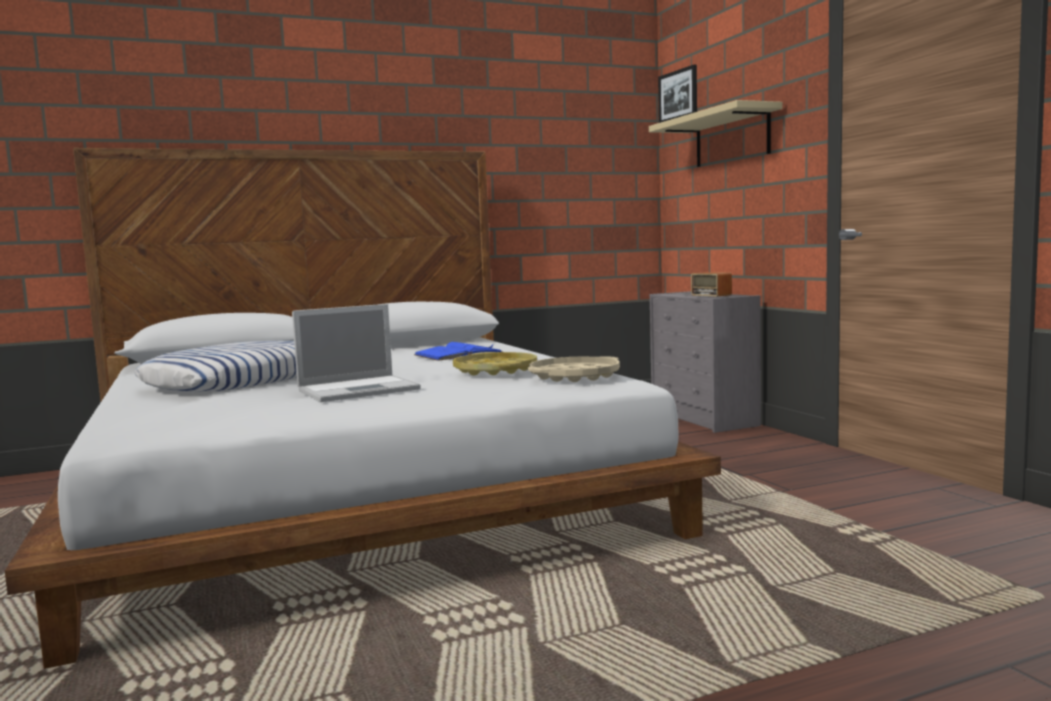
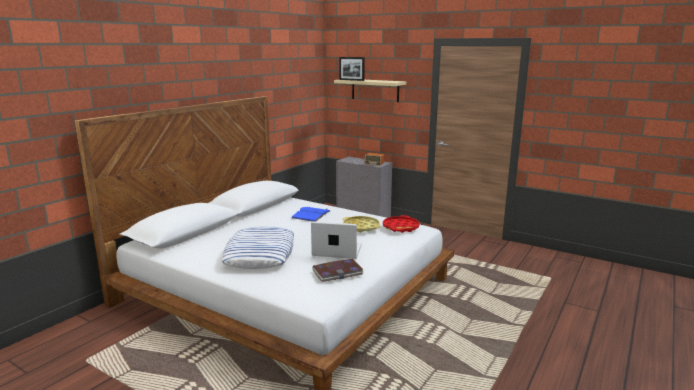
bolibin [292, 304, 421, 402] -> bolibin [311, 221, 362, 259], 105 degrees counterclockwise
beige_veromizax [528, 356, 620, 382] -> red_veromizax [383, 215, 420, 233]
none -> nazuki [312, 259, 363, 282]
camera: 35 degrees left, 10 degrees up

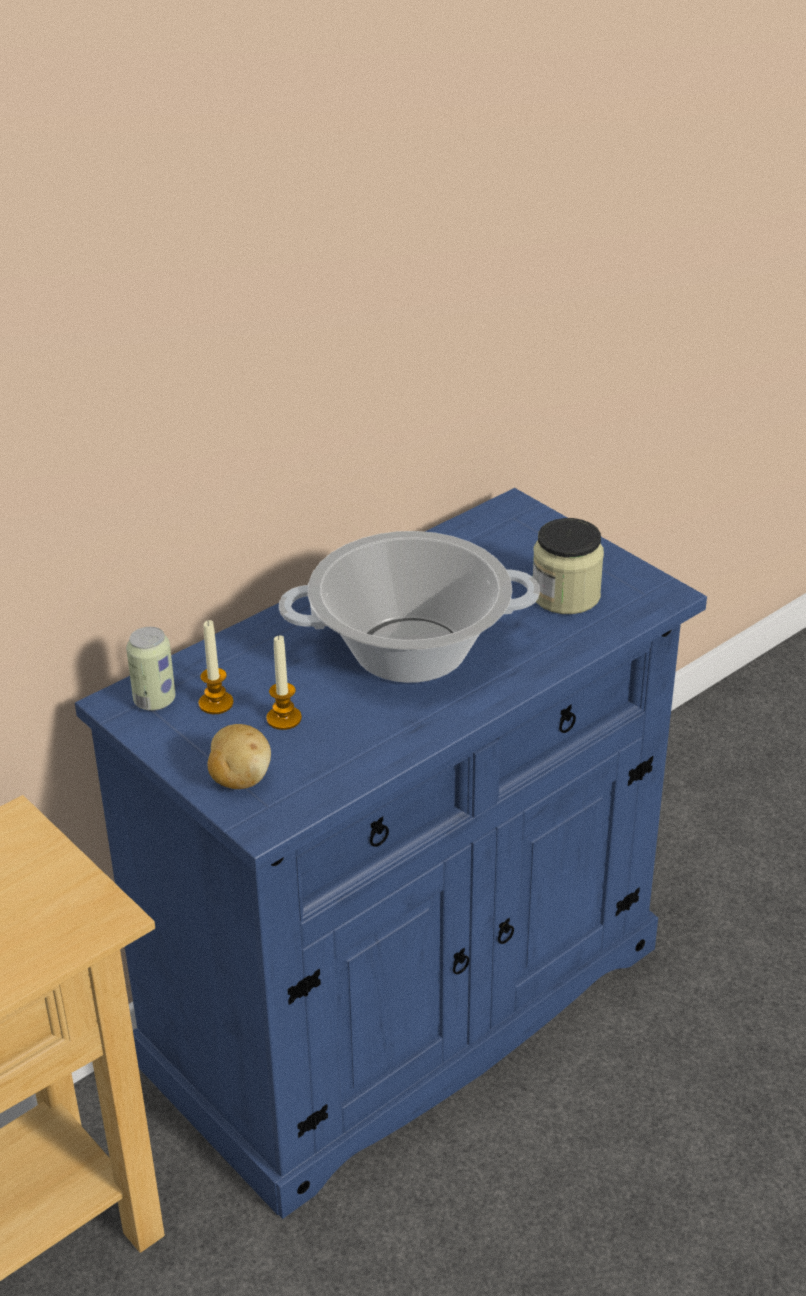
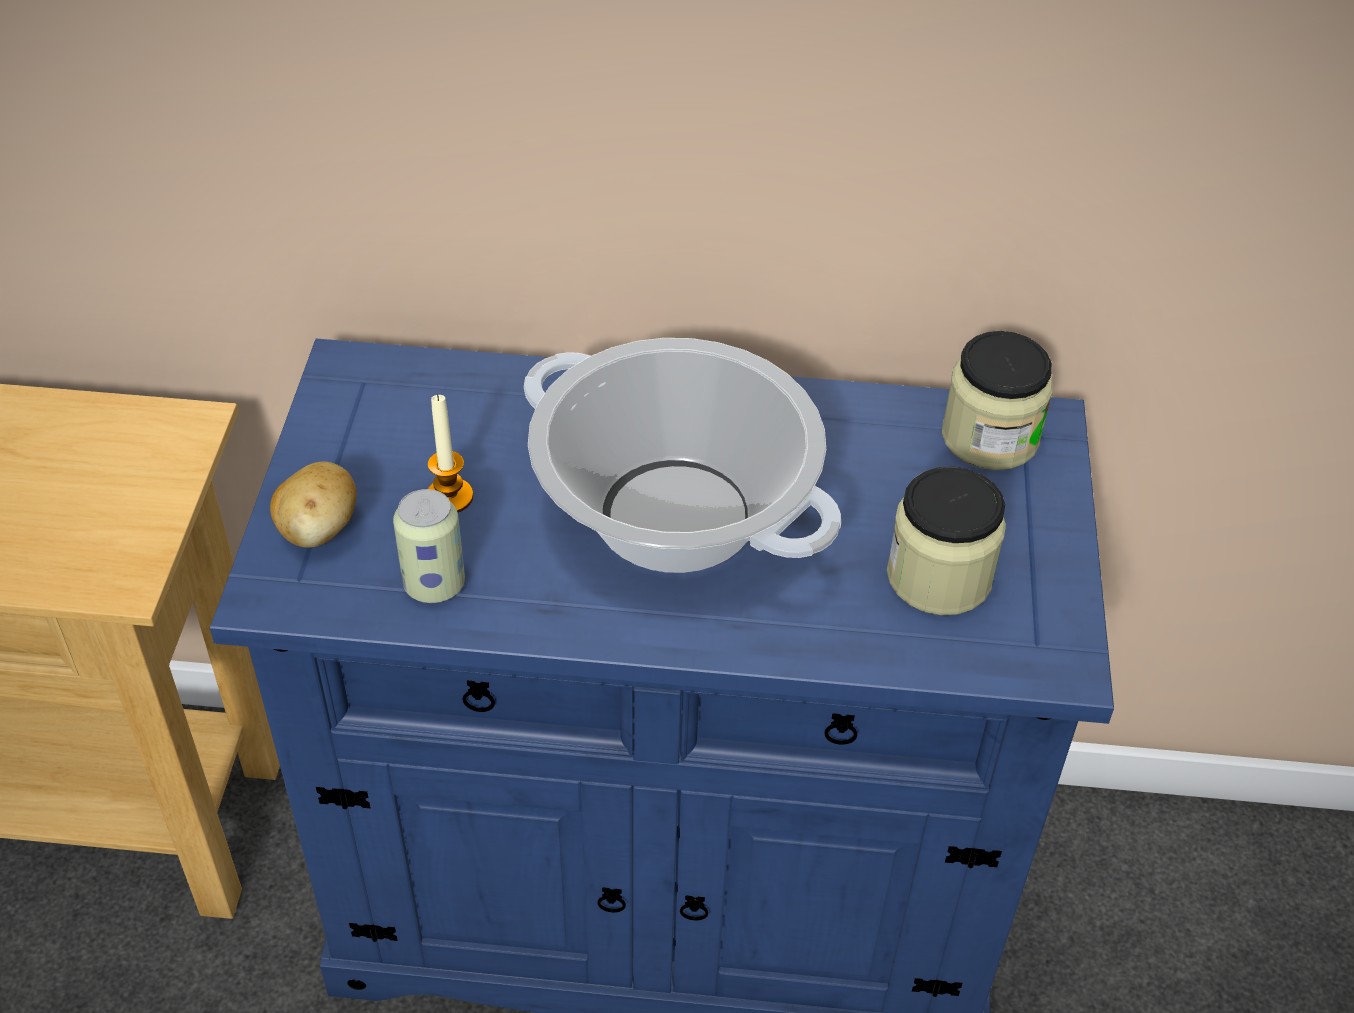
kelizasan [126, 627, 175, 711] -> kelizasan [393, 489, 465, 603], moved
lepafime [199, 620, 234, 714] -> none
none -> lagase [942, 331, 1053, 470]
camera: 45 degrees right, 10 degrees up

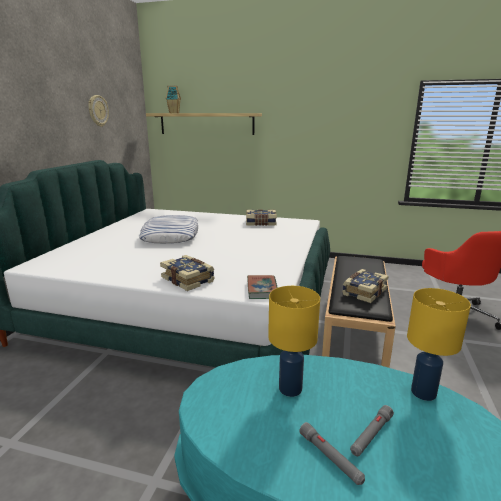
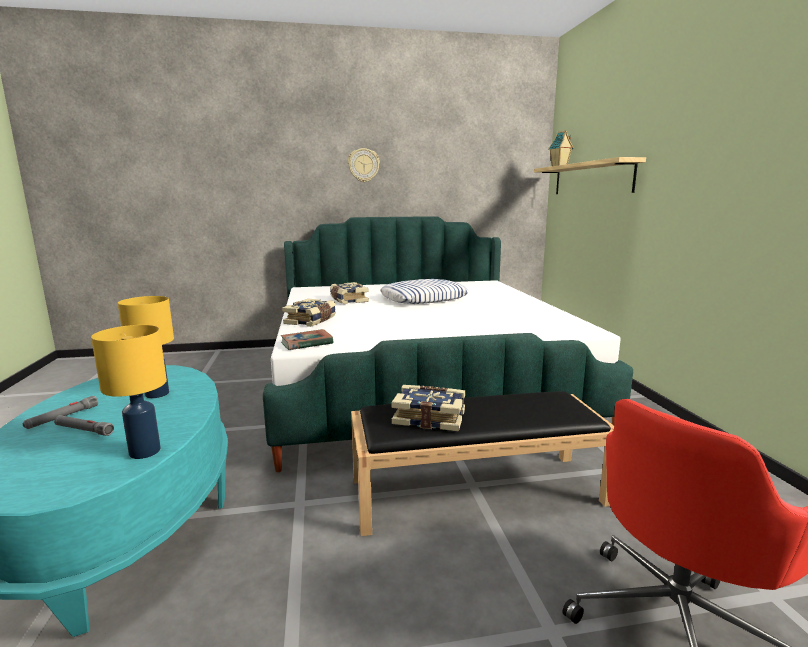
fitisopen [88, 95, 109, 127] -> fitisopen [348, 148, 380, 182], moved
nazuki [246, 209, 277, 226] -> nazuki [330, 282, 369, 304], moved
camera: 65 degrees right, 5 degrees down

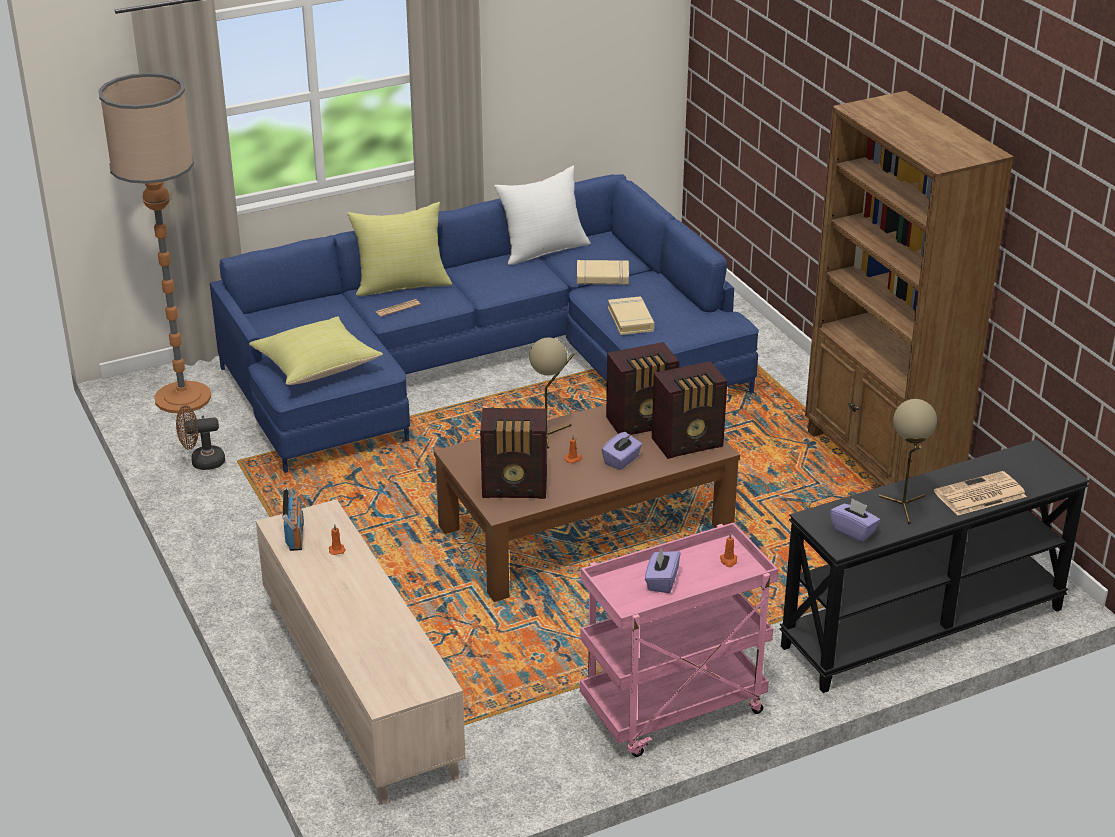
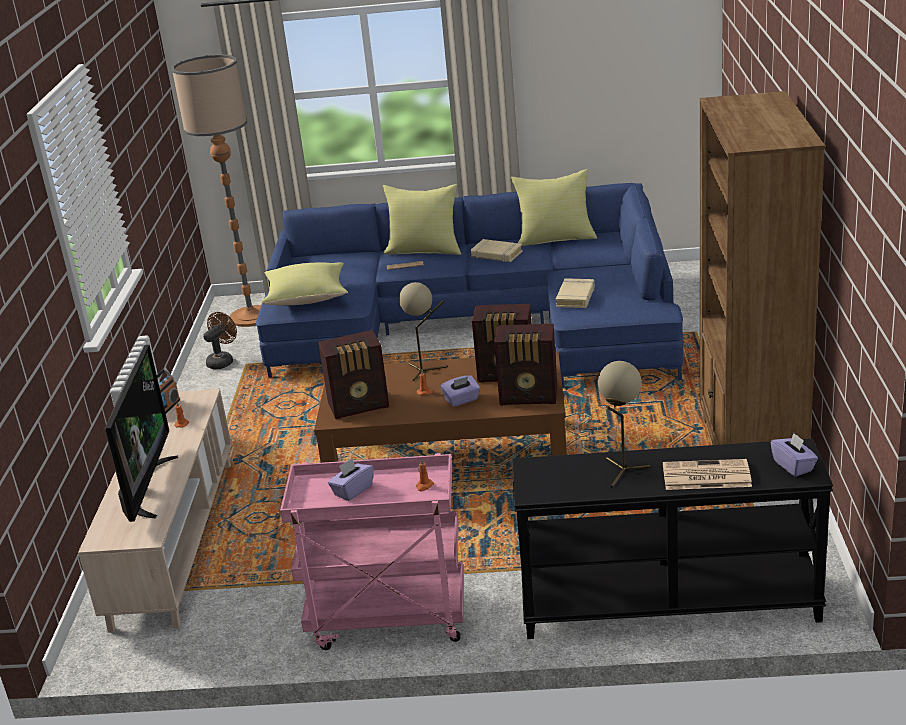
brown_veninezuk [176, 405, 225, 470] -> brown_veninezuk [203, 312, 237, 369], 105 degrees clockwise
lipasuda [480, 408, 547, 499] -> lipasuda [318, 330, 389, 419], 45 degrees counterclockwise
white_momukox [494, 166, 591, 265] -> yellow_momukox [511, 169, 597, 246]
beige_nazuki [577, 260, 629, 285] -> beige_nazuki [471, 239, 523, 262], moved
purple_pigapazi [830, 498, 880, 542] -> purple_pigapazi [770, 432, 818, 477], moved
none -> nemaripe [105, 345, 178, 522]
camera: 30 degrees right, 5 degrees down

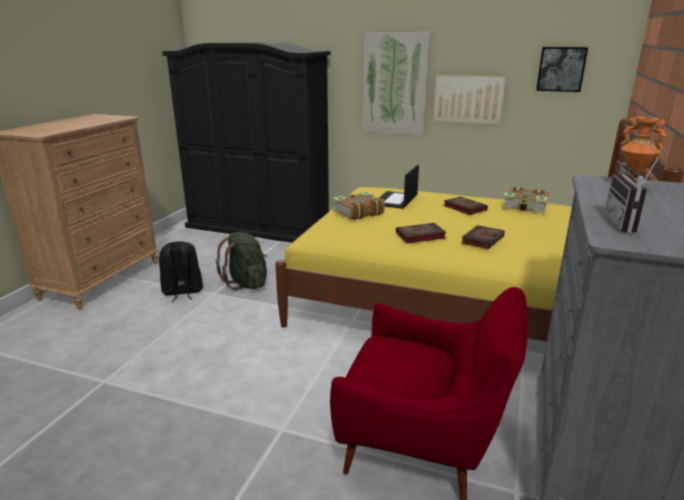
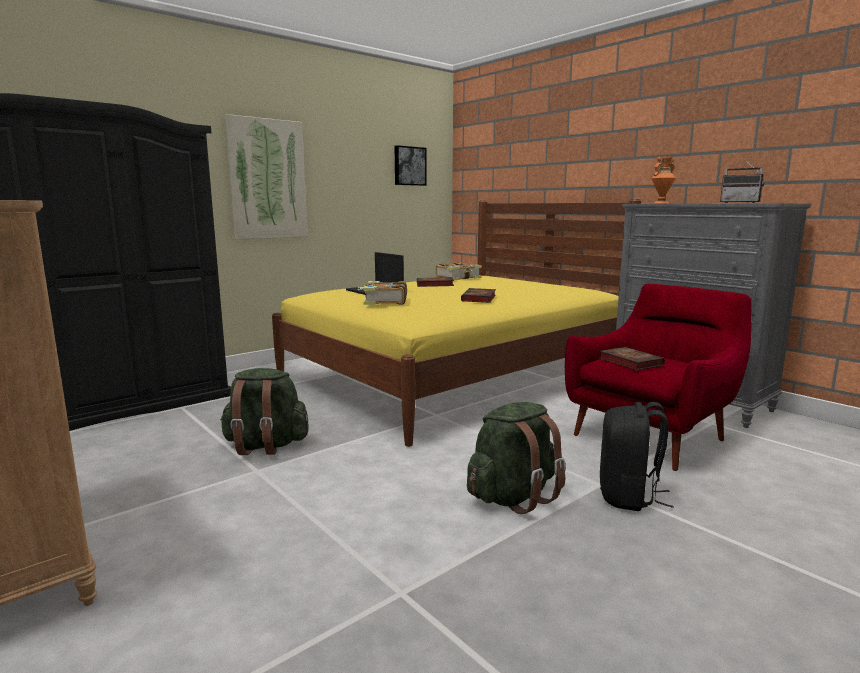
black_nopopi [159, 241, 203, 302] -> black_nopopi [600, 402, 674, 511], moved
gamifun [433, 75, 506, 125] -> none
nazuki [461, 225, 505, 249] -> nazuki [599, 347, 665, 370], moved
none -> green_nopopi [467, 402, 566, 514]
camera: 60 degrees left, 10 degrees down

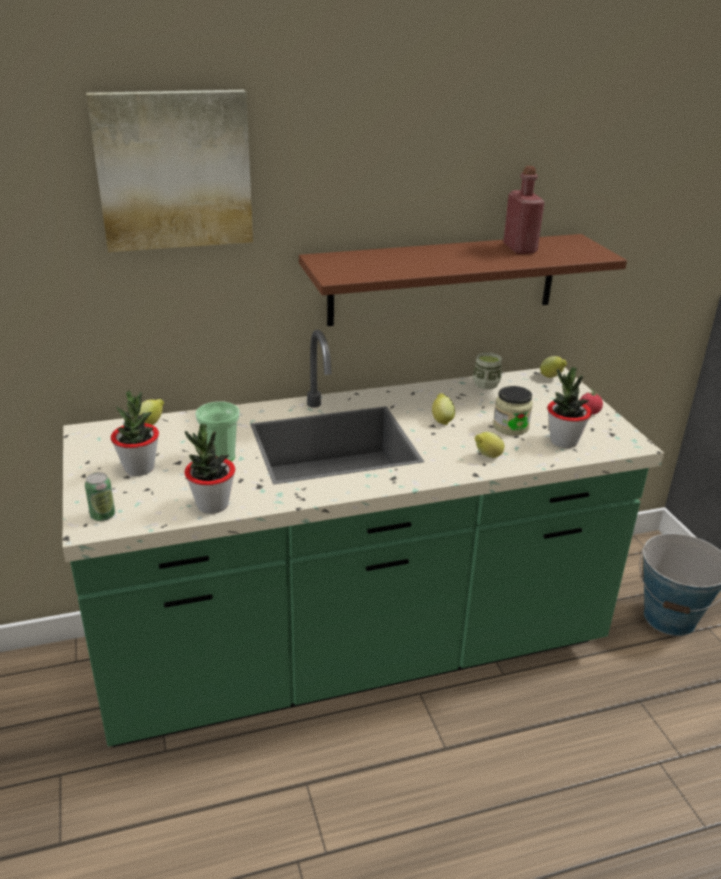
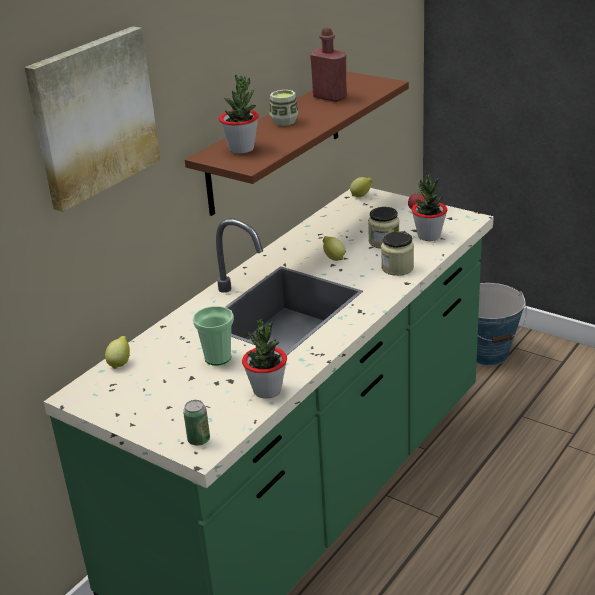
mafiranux [111, 390, 159, 476] -> mafiranux [219, 75, 259, 154], moved
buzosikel [473, 353, 502, 389] -> buzosikel [270, 90, 299, 126], moved
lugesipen [475, 432, 504, 458] -> lagase [381, 231, 414, 276]
camera: 35 degrees left, 0 degrees up

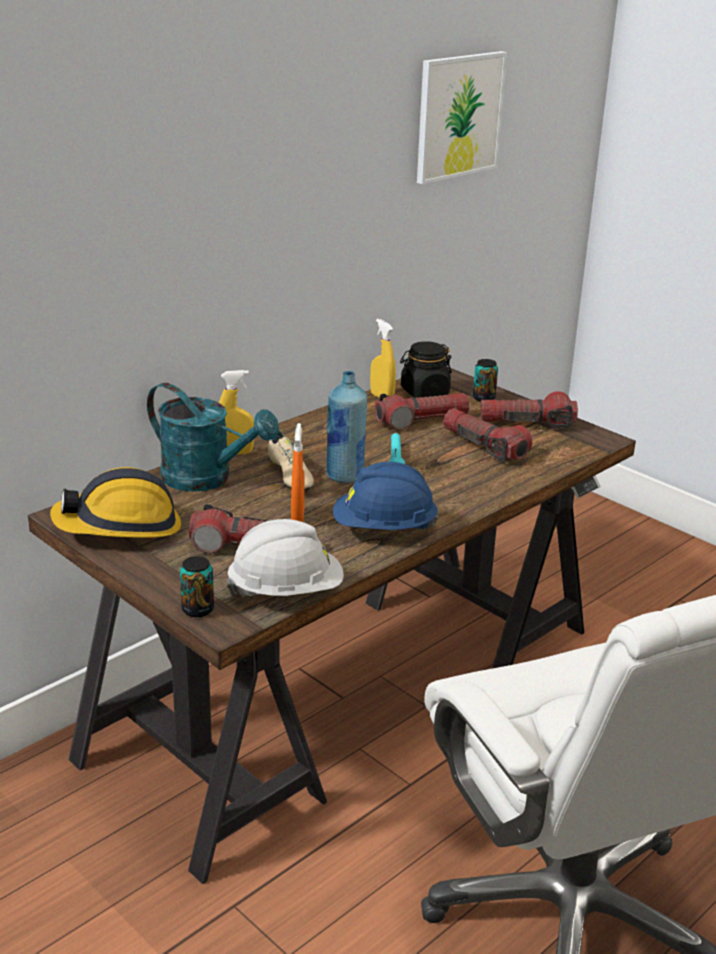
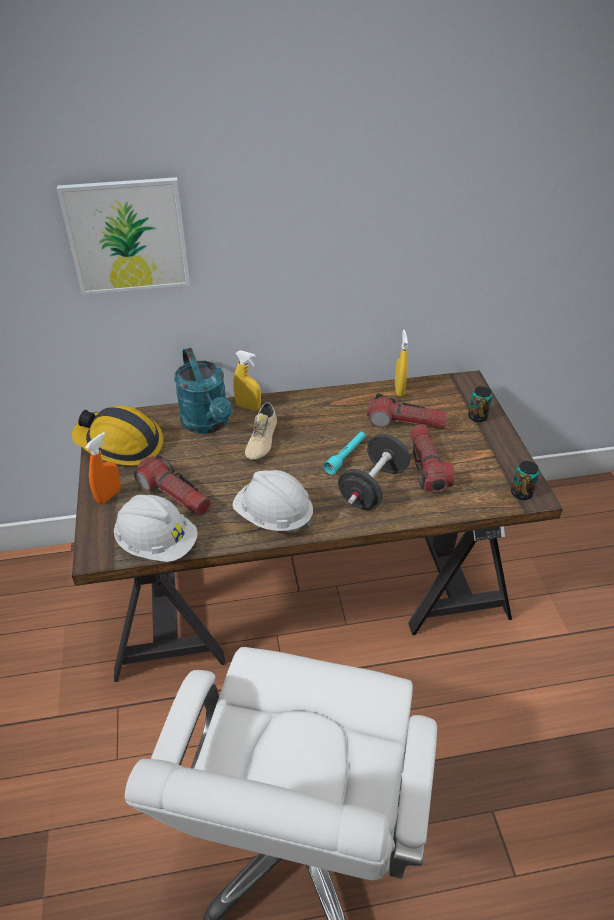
kelizasan [180, 556, 214, 617] -> kelizasan [511, 461, 539, 500], moved
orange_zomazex [291, 423, 305, 522] -> orange_zomazex [85, 432, 121, 504], moved
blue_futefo [325, 371, 367, 483] -> none
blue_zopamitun [333, 462, 439, 530] -> white_zopamitun [232, 470, 313, 532]
black_lagase [400, 341, 452, 398] -> none
gamifun [417, 51, 507, 184] -> gamifun [57, 177, 190, 295], moved
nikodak [480, 391, 578, 428] -> none
none -> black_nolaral [338, 434, 410, 510]
camera: 35 degrees right, 15 degrees up

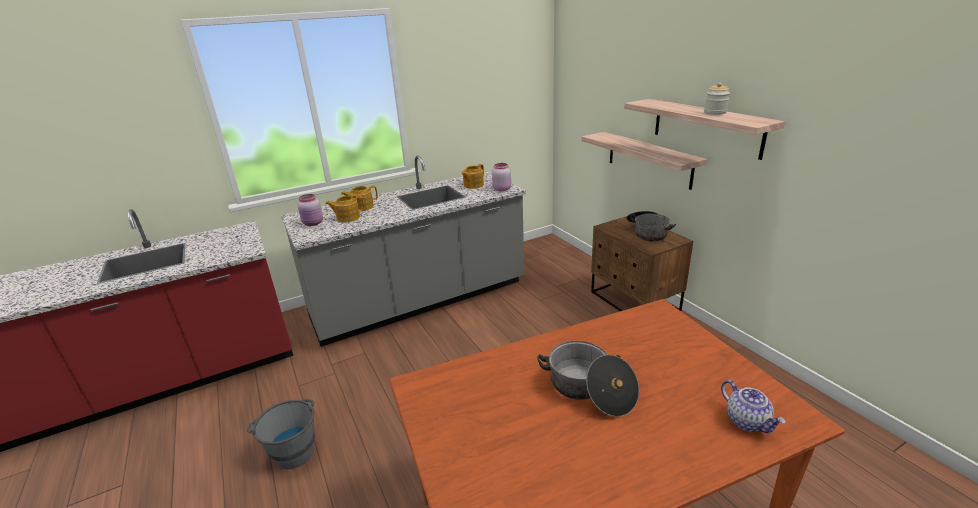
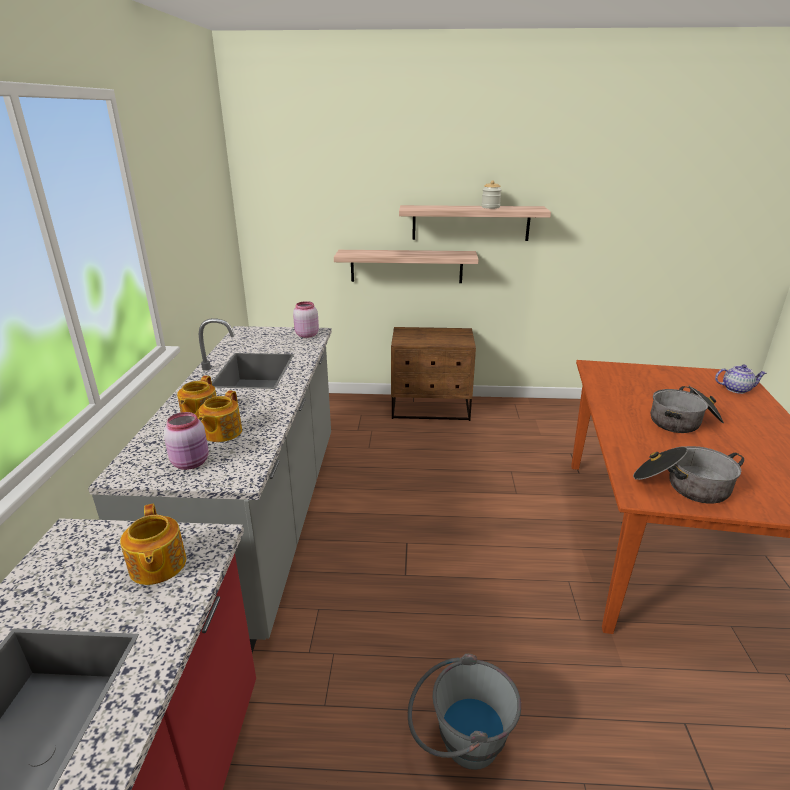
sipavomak [461, 164, 484, 189] -> sipavomak [120, 504, 186, 585], moved
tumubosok [626, 211, 676, 242] -> tumubosok [633, 446, 744, 503], moved
camera: 60 degrees left, 0 degrees up

